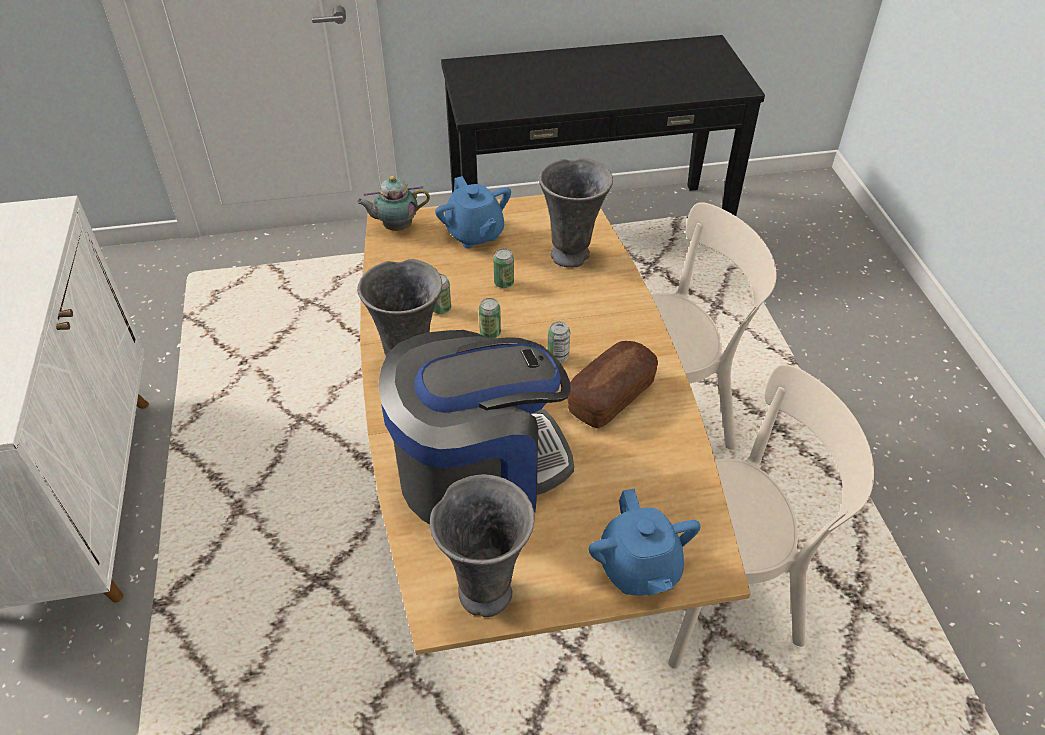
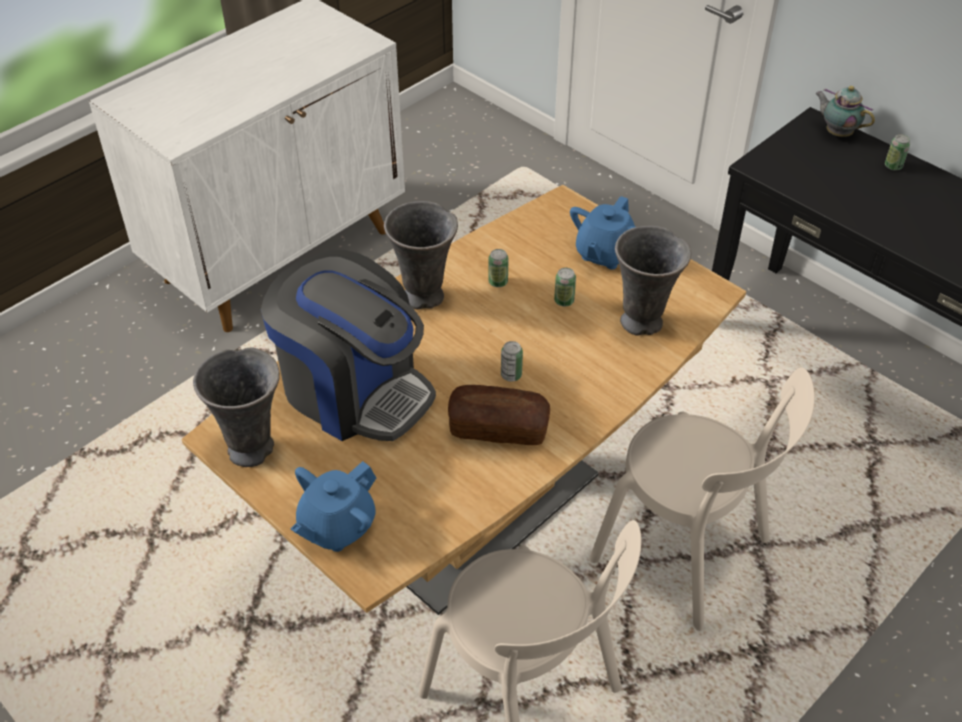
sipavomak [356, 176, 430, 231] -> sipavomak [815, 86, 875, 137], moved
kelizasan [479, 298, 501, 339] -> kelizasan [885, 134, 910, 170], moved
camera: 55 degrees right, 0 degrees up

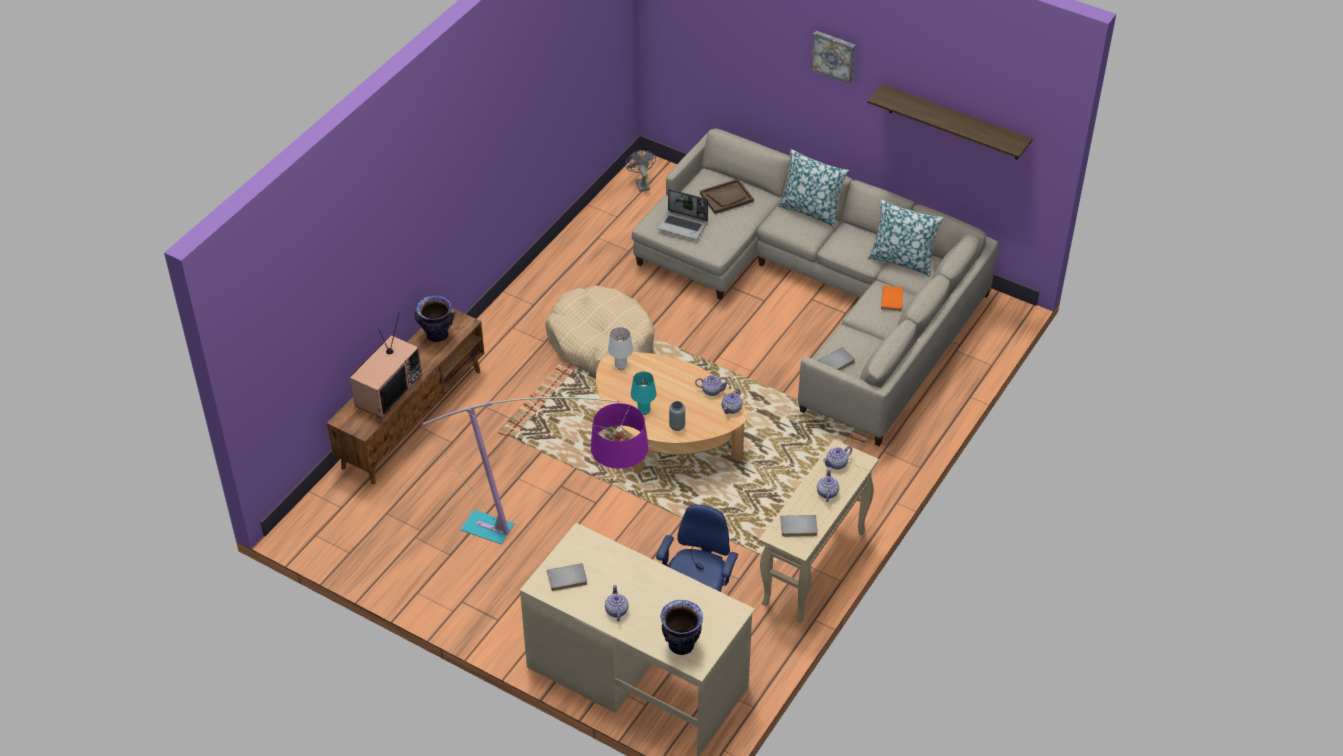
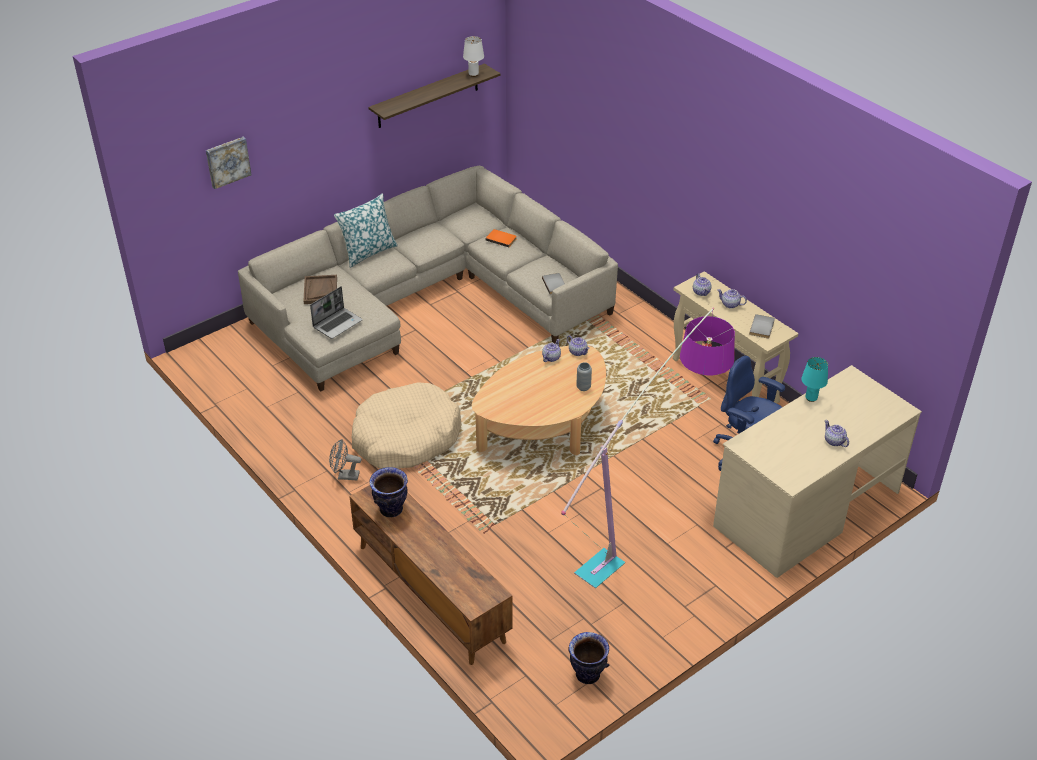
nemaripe [350, 314, 422, 418] -> none
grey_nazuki [547, 563, 587, 591] -> none
sipavomak [605, 585, 629, 622] -> sipavomak [825, 420, 849, 447], 45 degrees clockwise
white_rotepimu [608, 327, 633, 370] -> white_rotepimu [463, 36, 484, 77], moved
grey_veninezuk [625, 150, 656, 192] -> grey_veninezuk [329, 439, 362, 480], moved
turquoise_rotepimu [631, 372, 657, 415] -> turquoise_rotepimu [801, 357, 828, 402], moved
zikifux [660, 600, 703, 655] -> zikifux [568, 632, 610, 684], moved
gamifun [811, 31, 855, 84] -> gamifun [206, 137, 252, 189], moved
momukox [868, 199, 944, 277] -> none
camera: 70 degrees left, 5 degrees down

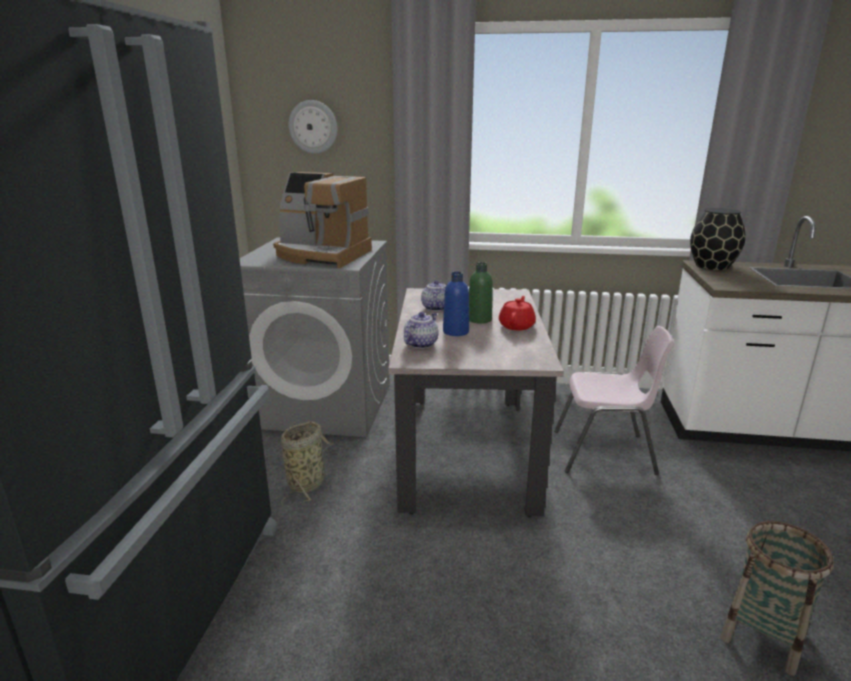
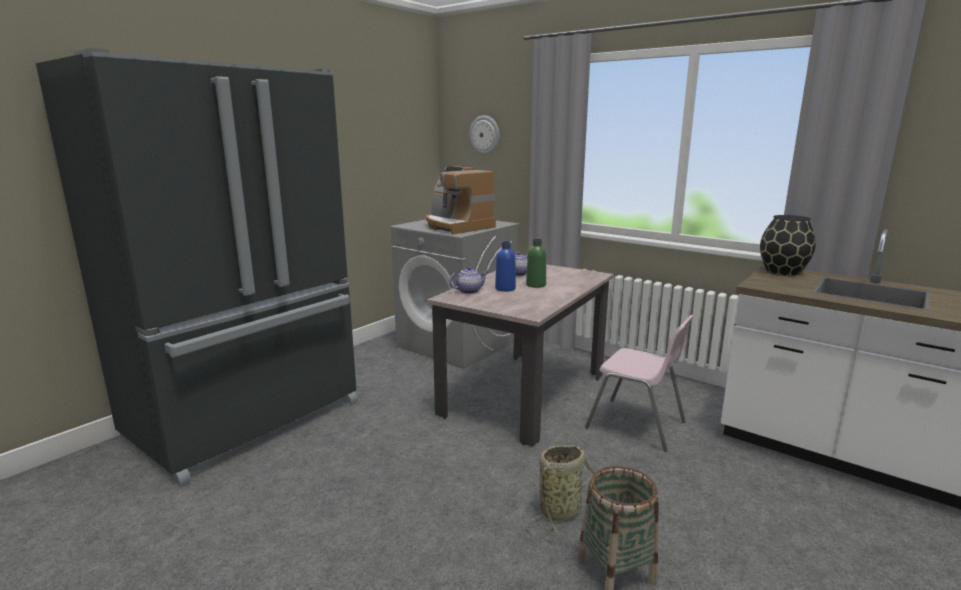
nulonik [281, 421, 333, 506] -> nulonik [527, 445, 595, 533], moved
red_sipavomak [499, 296, 536, 330] -> none
camera: 30 degrees right, 5 degrees down

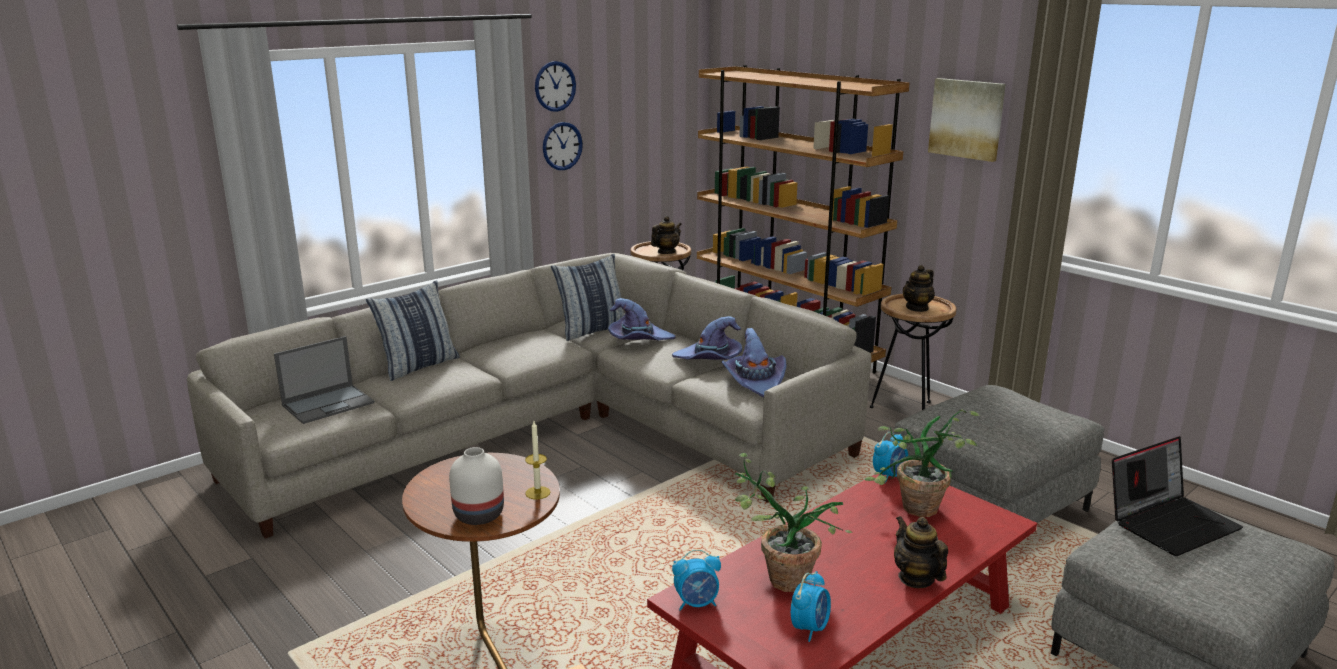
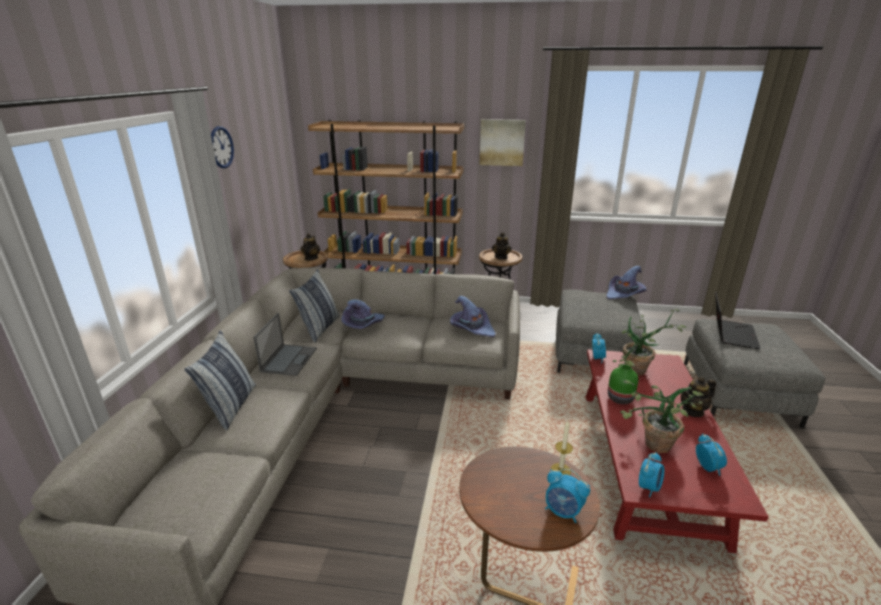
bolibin [274, 336, 375, 424] -> bolibin [253, 313, 317, 376], moved
white_zikifux [449, 447, 504, 525] -> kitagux [545, 469, 590, 523]
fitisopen [543, 122, 583, 170] -> none
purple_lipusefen [672, 316, 742, 360] -> purple_lipusefen [606, 266, 647, 299], moved
sipavomak [894, 516, 948, 588] -> sipavomak [681, 377, 716, 417], 45 degrees counterclockwise
none -> green_zikifux [608, 365, 638, 404]
camera: 40 degrees left, 5 degrees up

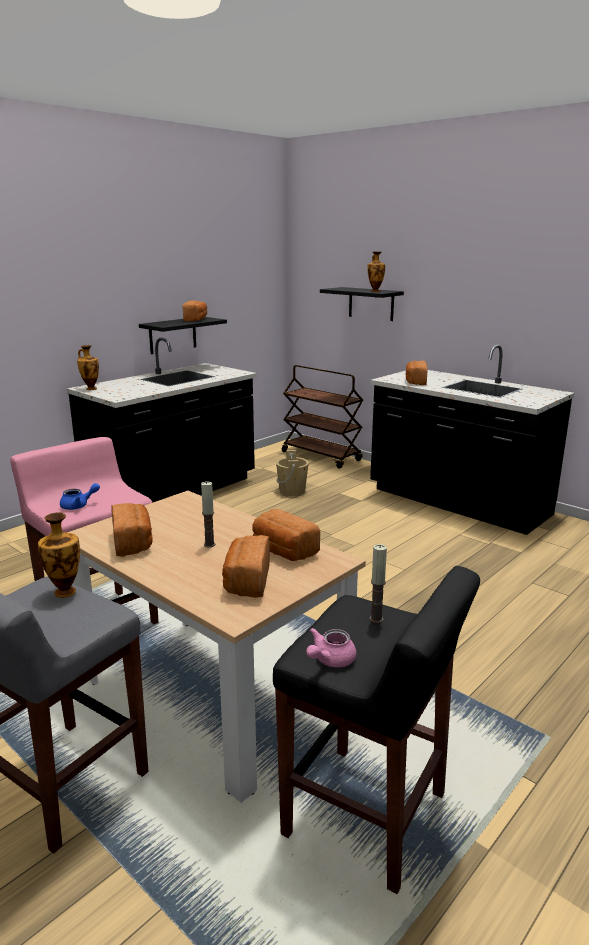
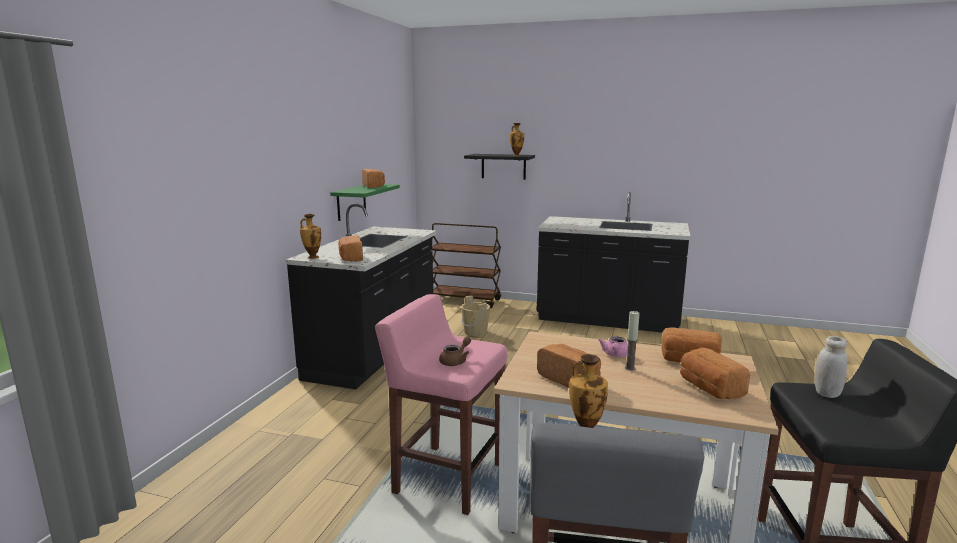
blue_sipavomak [60, 483, 100, 510] -> brown_sipavomak [439, 336, 471, 366]
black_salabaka [139, 317, 227, 354] -> green_salabaka [330, 184, 400, 221]
pink_sipavomak [306, 628, 356, 667] -> pink_sipavomak [599, 336, 628, 357], moved
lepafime [370, 544, 387, 623] -> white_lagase [814, 336, 848, 398]
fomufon [406, 361, 428, 385] -> fomufon [338, 235, 363, 261], moved
camera: 25 degrees left, 5 degrees down

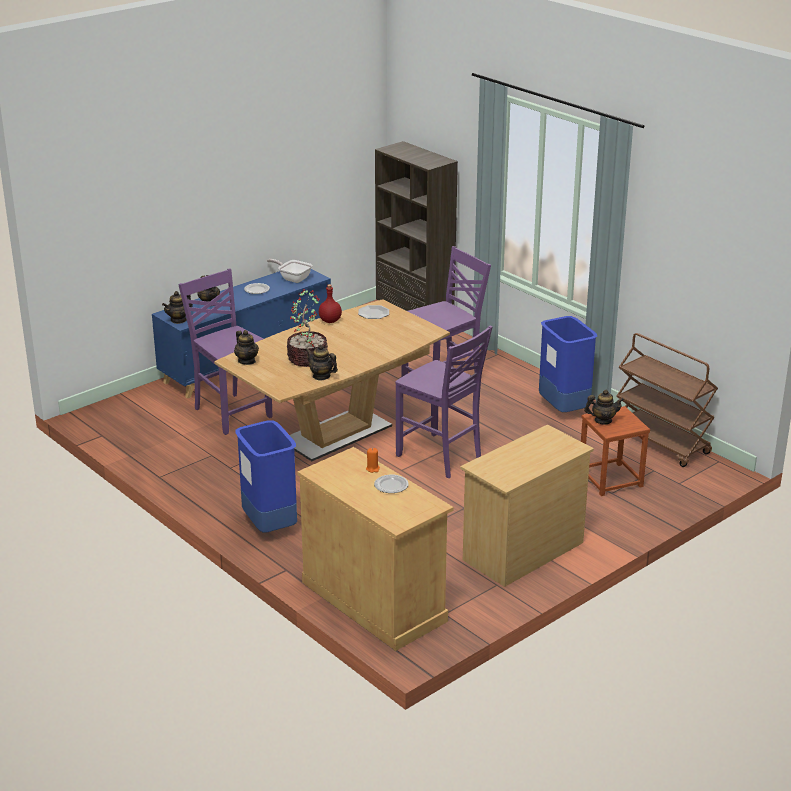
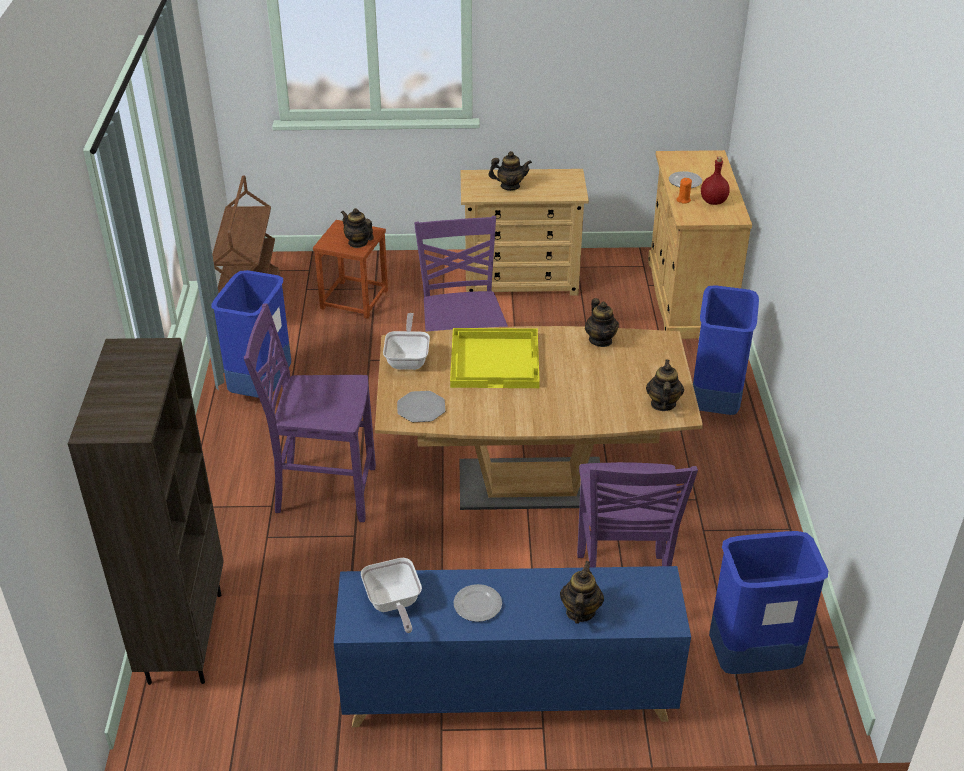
sipavomak [162, 291, 193, 324] -> sipavomak [488, 151, 532, 191], moved
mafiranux [287, 290, 328, 367] -> none
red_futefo [319, 284, 342, 323] -> red_futefo [701, 156, 730, 205], moved
none -> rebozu [383, 313, 430, 370]
none -> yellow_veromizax [450, 328, 540, 388]
none -> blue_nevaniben [709, 531, 828, 674]
camera: 140 degrees left, 10 degrees up

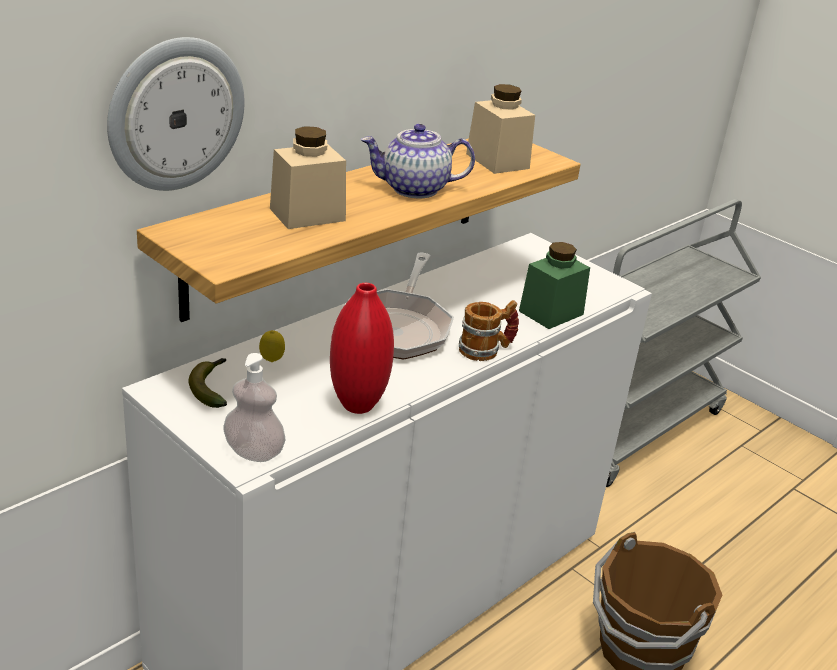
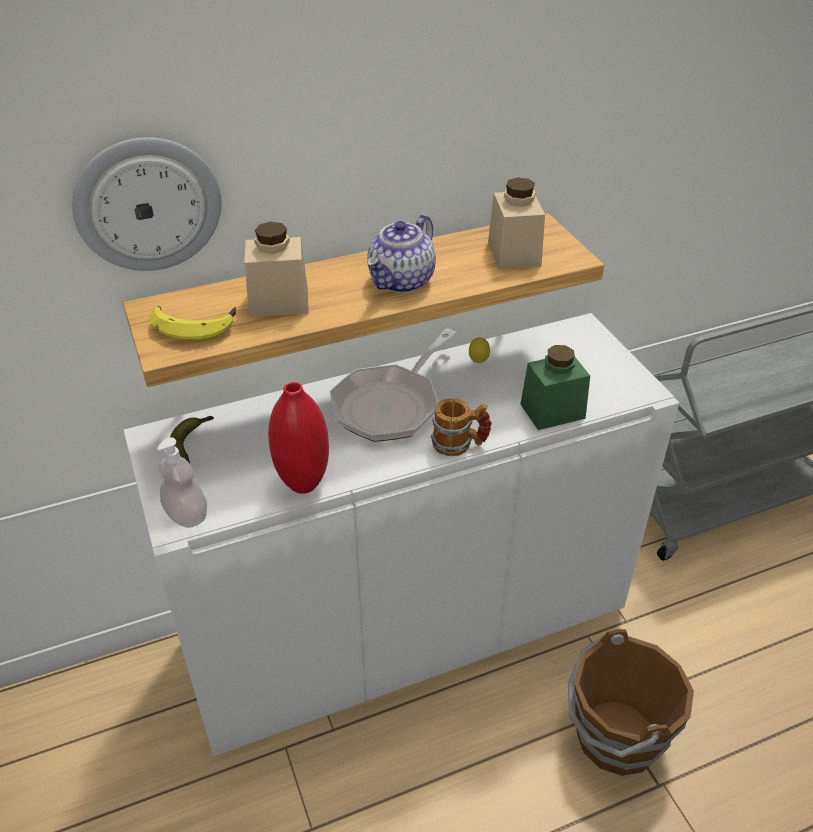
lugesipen [259, 330, 285, 362] -> lugesipen [469, 337, 490, 363], moved
sipavomak [361, 124, 475, 198] -> sipavomak [367, 214, 436, 293], 75 degrees counterclockwise
none -> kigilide [149, 306, 236, 341]
camera: 25 degrees right, 10 degrees up

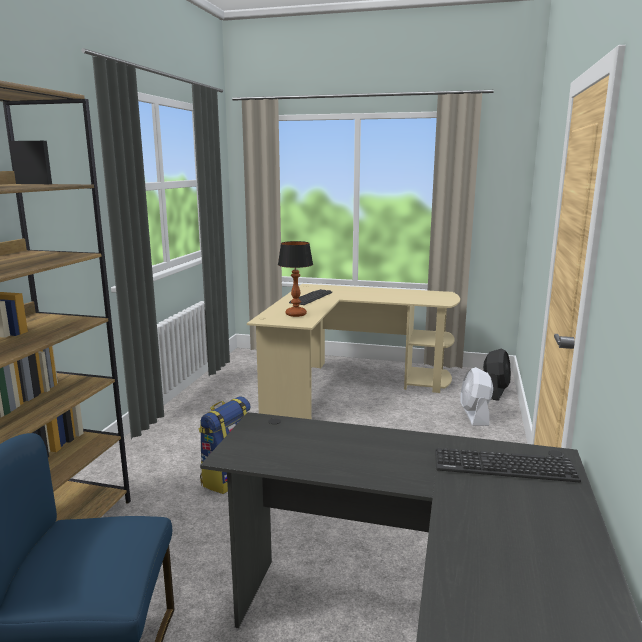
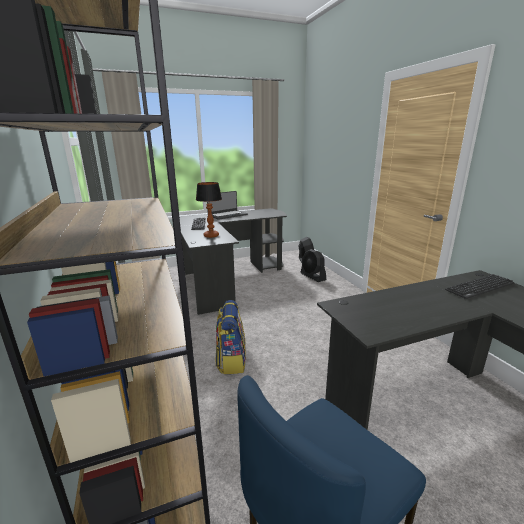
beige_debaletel [247, 284, 460, 419] -> black_debaletel [179, 208, 287, 315]
white_veninezuk [461, 367, 493, 426] -> black_veninezuk [300, 249, 326, 282]
none -> bolibin [207, 191, 248, 220]
camera: 35 degrees left, 5 degrees up

